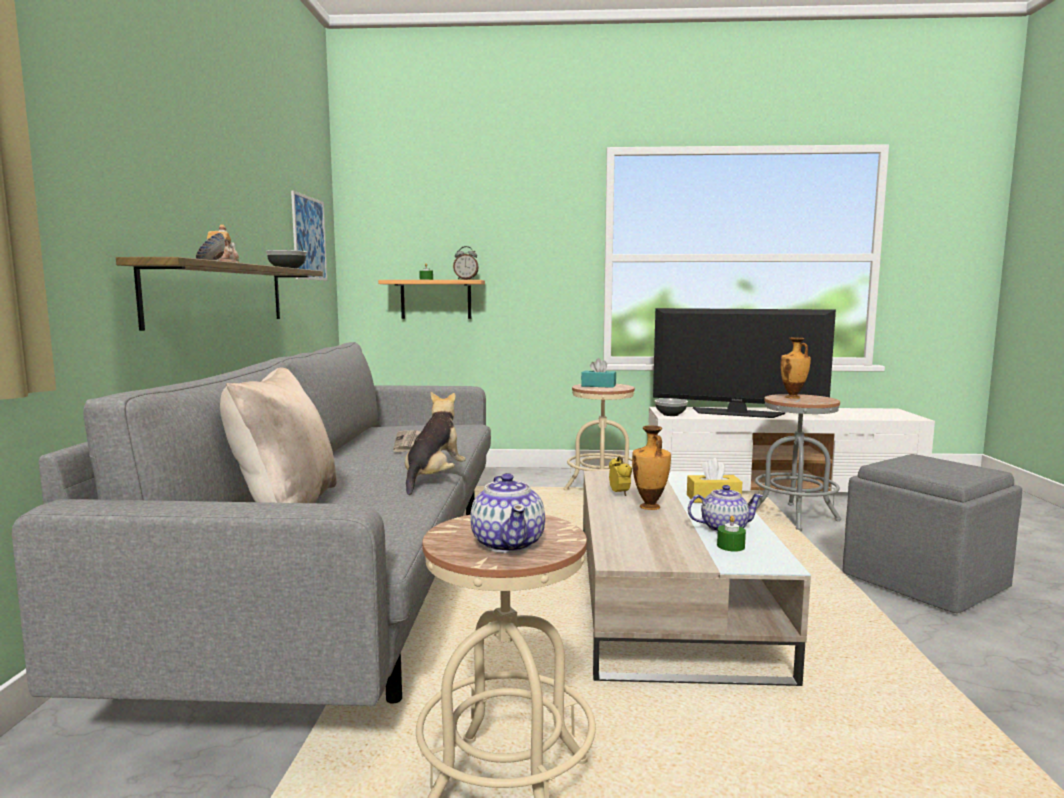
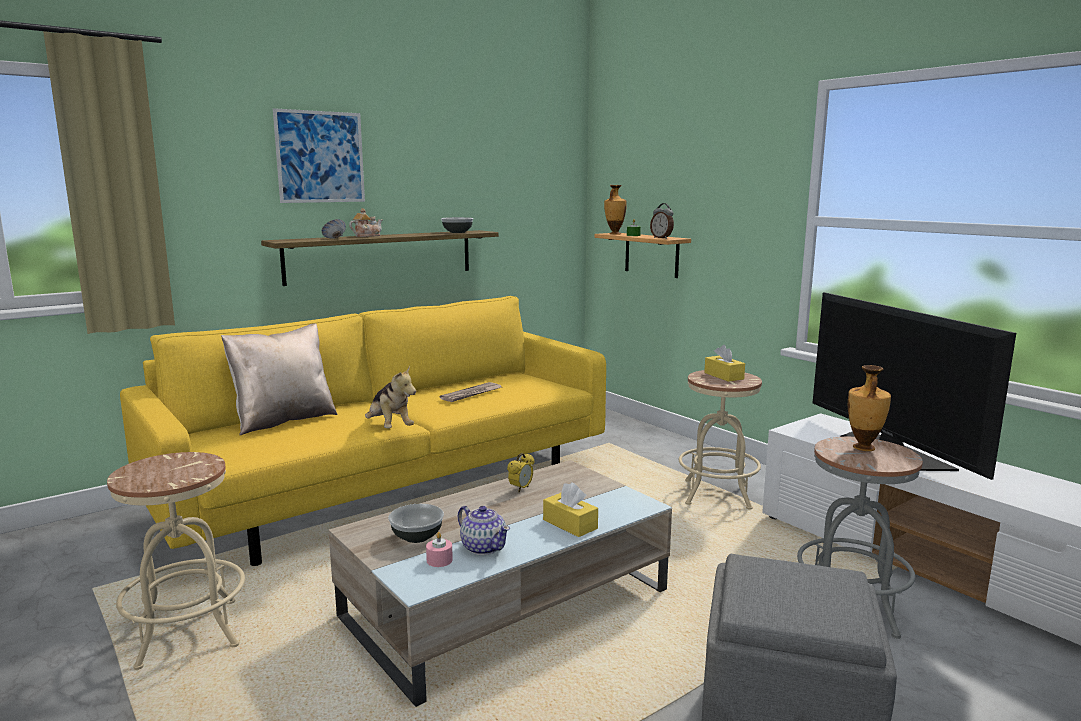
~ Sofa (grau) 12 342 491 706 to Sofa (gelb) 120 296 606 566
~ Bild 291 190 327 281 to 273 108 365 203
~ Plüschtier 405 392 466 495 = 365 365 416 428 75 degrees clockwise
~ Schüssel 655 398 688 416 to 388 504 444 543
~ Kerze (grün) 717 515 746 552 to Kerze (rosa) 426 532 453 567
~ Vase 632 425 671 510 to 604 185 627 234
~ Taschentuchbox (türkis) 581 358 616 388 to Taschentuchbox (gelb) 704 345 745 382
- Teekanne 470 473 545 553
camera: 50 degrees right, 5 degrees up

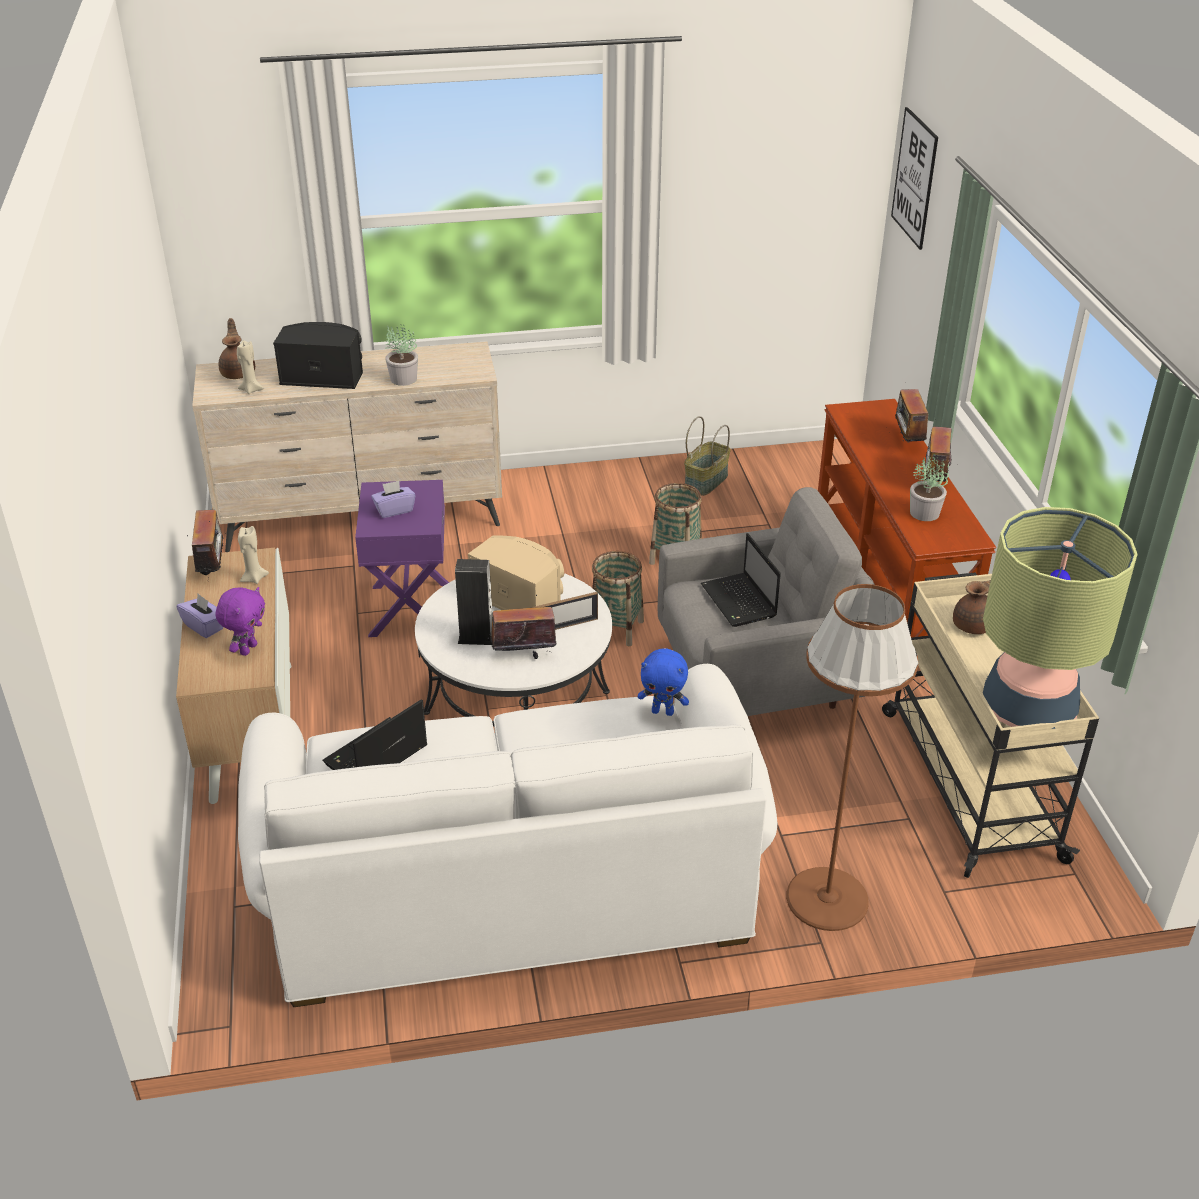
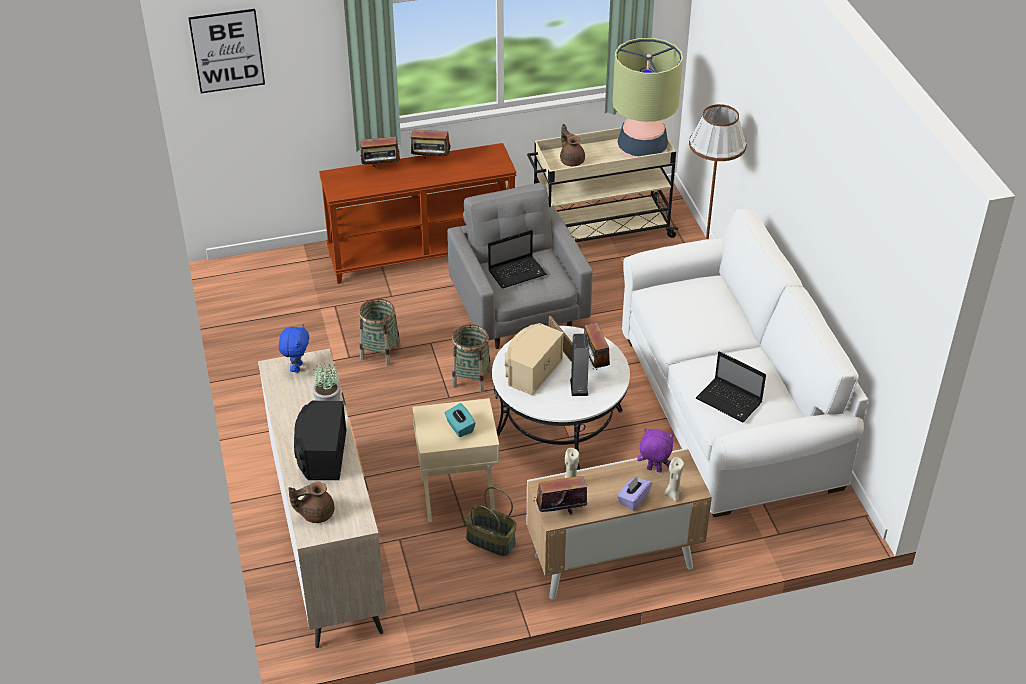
~ Plüschtier (blau) 637 648 689 716 to 279 325 309 373
~ Beistelltisch (lila) 355 480 449 637 to Beistelltisch (beige) 413 398 500 522
~ Taschentuchbox (lila) 371 481 416 518 to Taschentuchbox (türkis) 444 403 475 437
~ Korb 684 416 731 496 to 465 487 517 556
~ Kerze (beige) 237 340 264 394 to 664 457 684 501
- Topfpflanze 910 454 949 521
camera: 95 degrees left, 5 degrees up

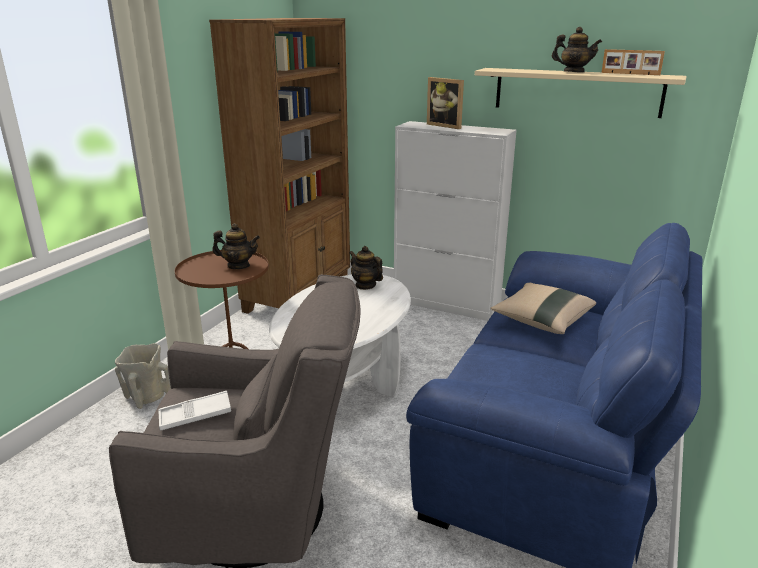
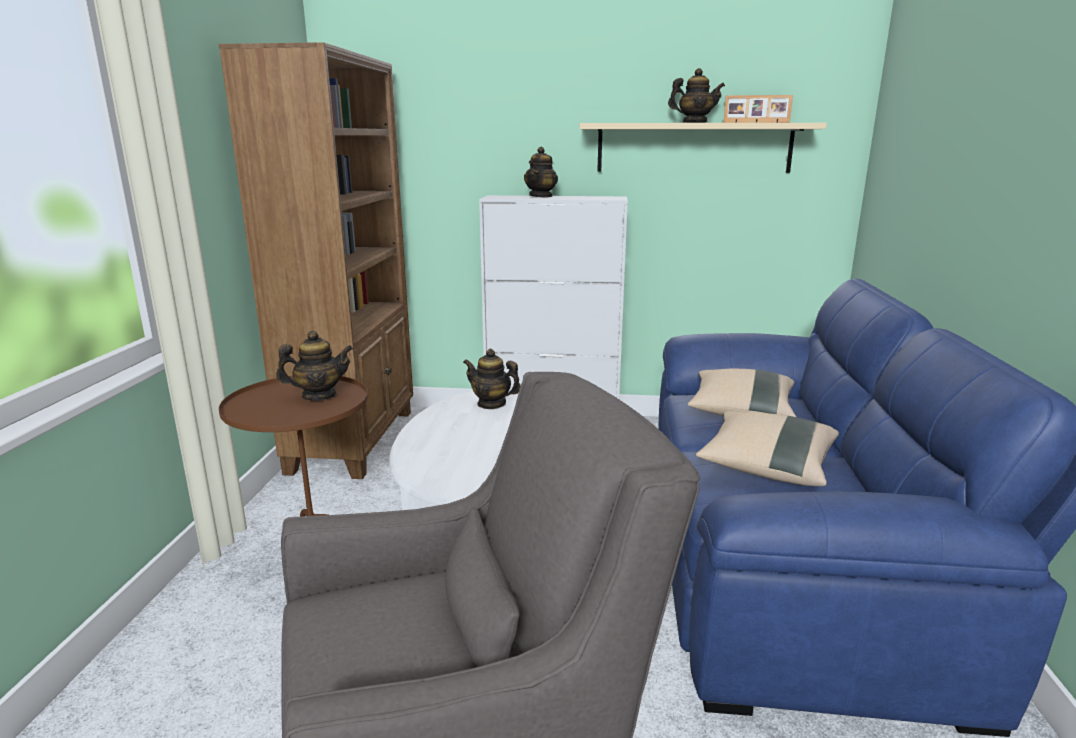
~ Bilderrahmen 427 77 464 129 to Teekanne 524 147 558 198
+ Kissen (beige) 696 411 839 486
- Vase (beige) 115 343 171 409
- Tablett (weiß) 158 391 231 431
camera: 20 degrees left, 5 degrees down

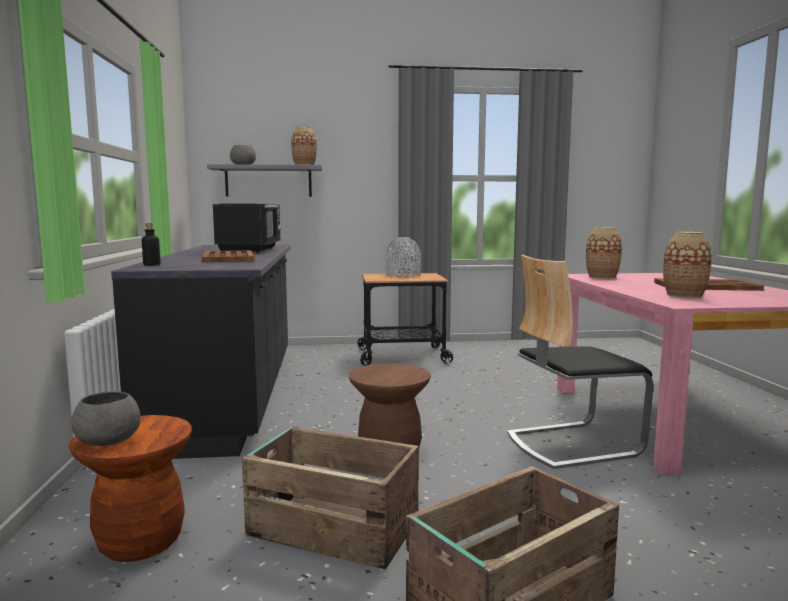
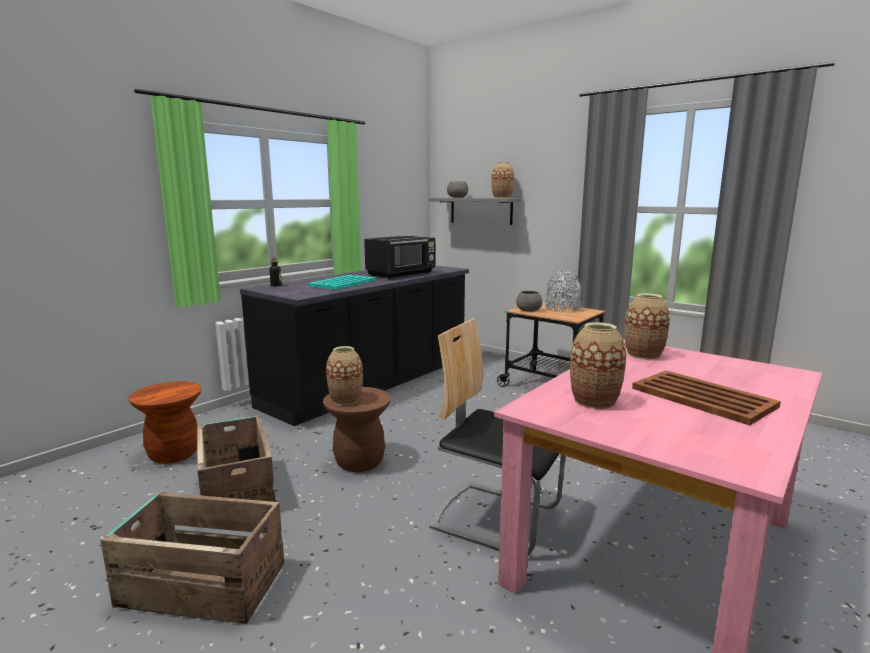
~ Tablett (braun) 202 250 254 262 to Tablett (türkis) 308 275 375 290
+ Vase 326 346 363 405
~ Schüssel (grau) 71 391 141 446 to 516 291 542 312
camera: 45 degrees right, 5 degrees up

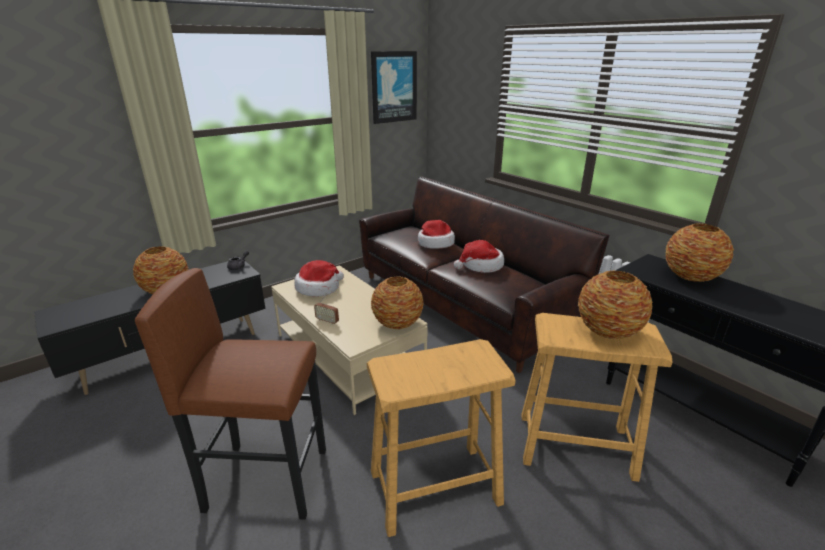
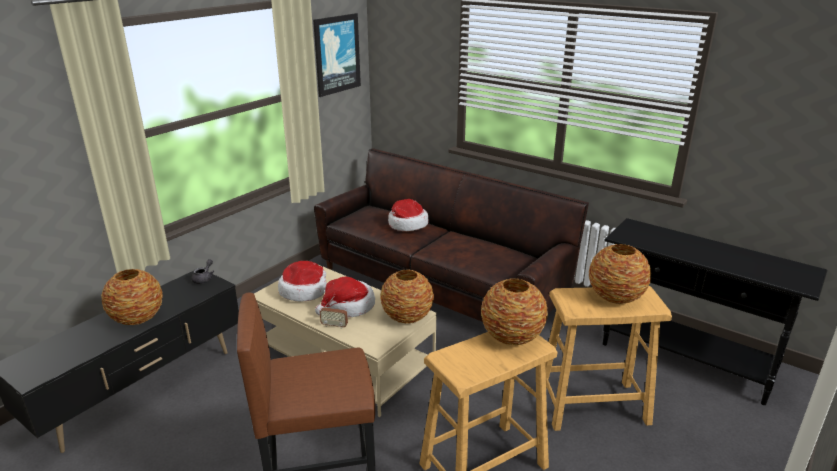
~ Hut 454 240 504 273 to 315 277 375 317
~ Vase 665 223 734 282 to 481 278 548 345
camera: 15 degrees left, 0 degrees up

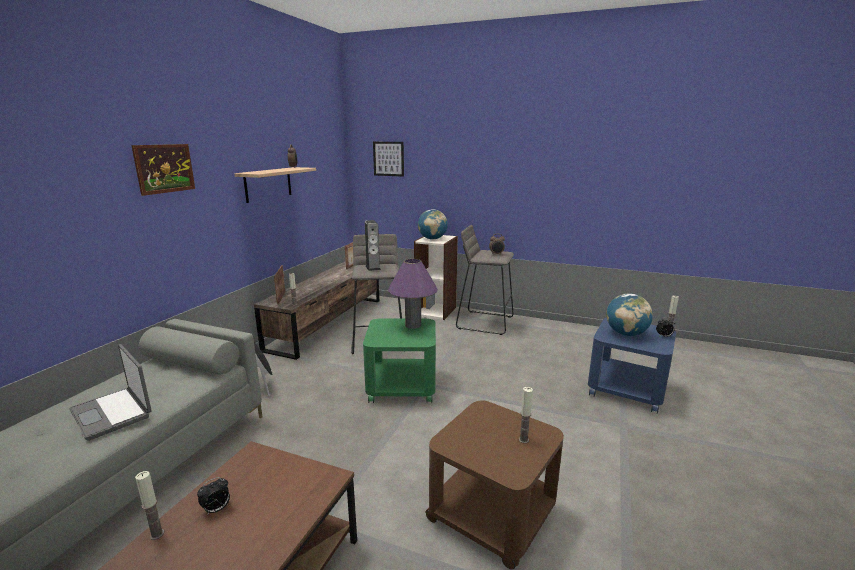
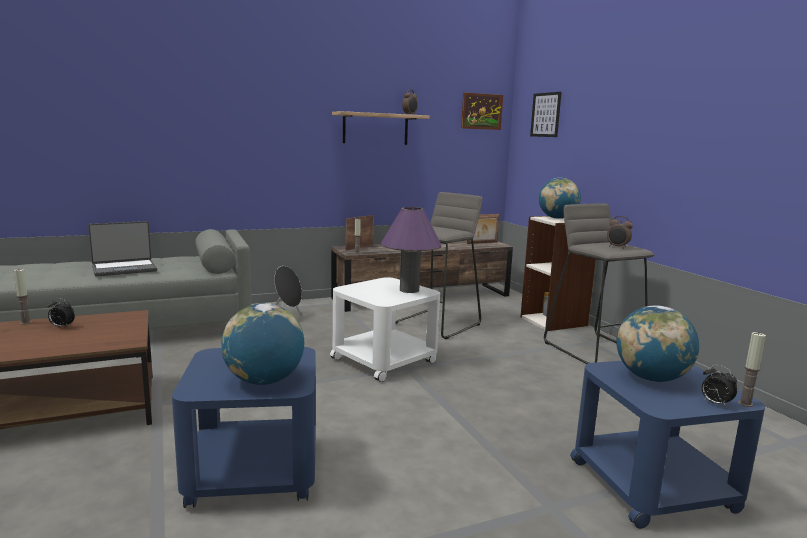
~ Laptop 70 344 152 441 = 88 221 157 277 120 degrees counterclockwise
~ Beistelltisch (braun) 425 401 564 569 to Beistelltisch (blau) 172 347 316 508
~ Kerze 519 387 533 443 to Globus 221 303 304 385
~ Beistelltisch (grün) 363 318 436 403 to Beistelltisch (weiß) 330 277 440 382
~ Bild 131 144 195 196 to 461 92 503 130
- Lautsprecher 365 220 381 271
camera: 45 degrees right, 5 degrees down

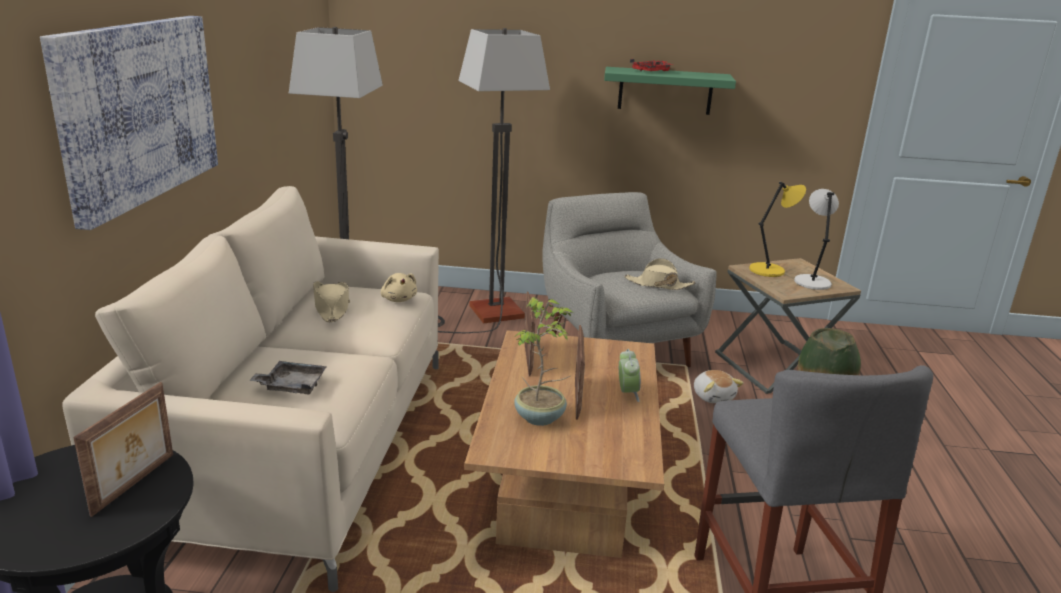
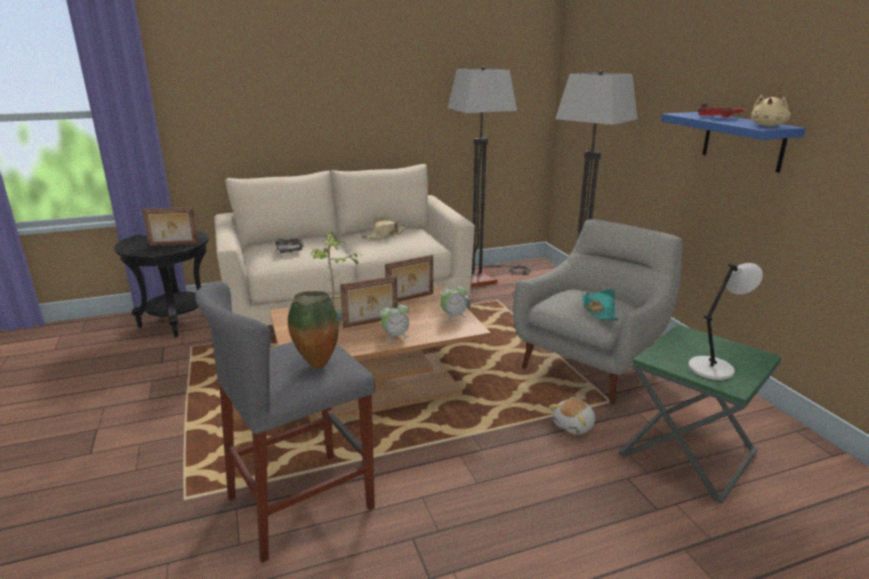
+ Wecker 440 283 467 321
~ Hut (beige) 624 258 695 290 to Hut (türkis) 582 289 619 321
~ Beistelltisch (braun) 715 258 861 394 to Beistelltisch (grün) 619 324 782 504
~ Wandregal (grün) 604 67 736 115 to Wandregal (blau) 661 112 806 173
~ Plüschtier (beige) 381 273 417 302 to 751 95 790 126
- Bild 40 16 218 230
- Tischlampe (gelb) 749 182 806 277
camera: 65 degrees right, 0 degrees up

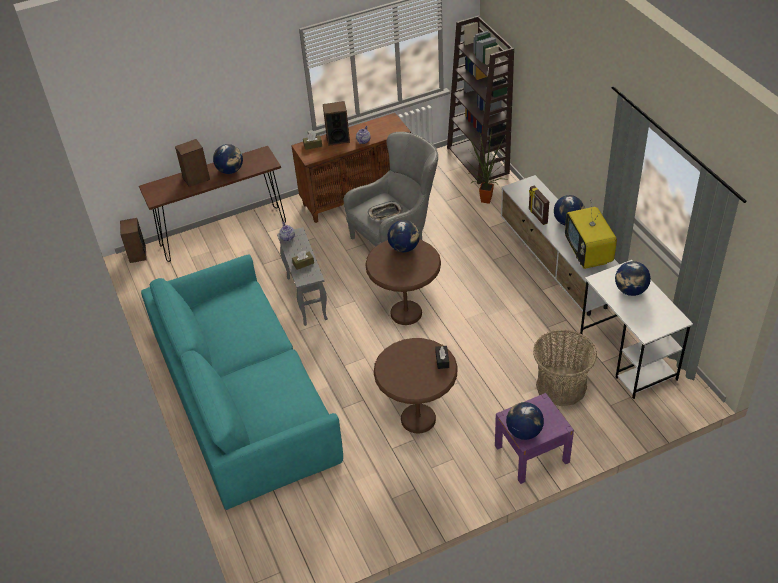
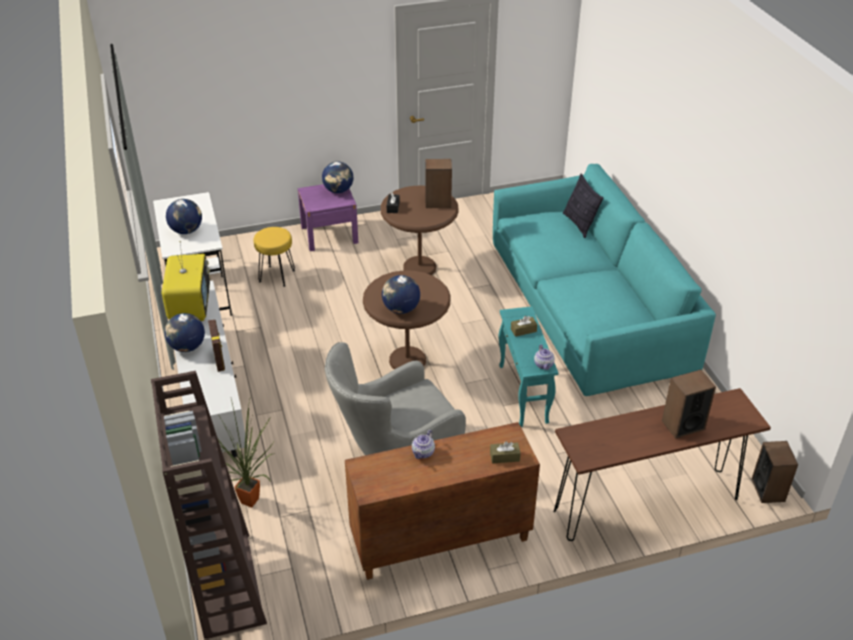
~ Korb 533 330 597 406 to Hocker (gelb) 254 227 295 287
~ Lautsprecher 323 101 350 146 to 425 159 452 208
~ Beistelltisch (grau) 277 227 328 326 to Beistelltisch (türkis) 499 306 558 427
+ Kissen 563 174 604 238
- Globus 213 144 243 174
- Tablett 368 201 403 221
camera: 175 degrees left, 5 degrees down

